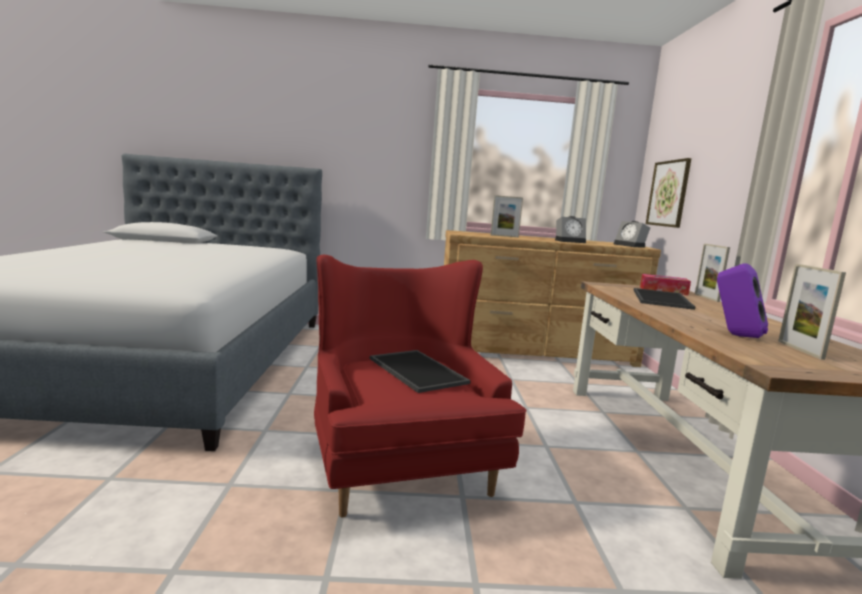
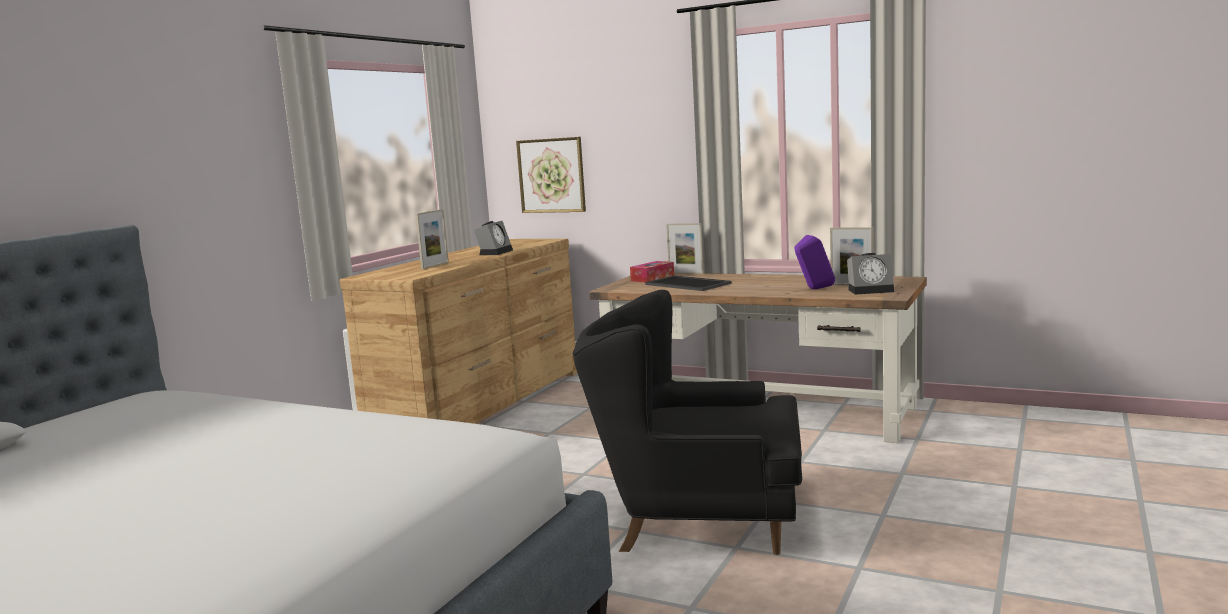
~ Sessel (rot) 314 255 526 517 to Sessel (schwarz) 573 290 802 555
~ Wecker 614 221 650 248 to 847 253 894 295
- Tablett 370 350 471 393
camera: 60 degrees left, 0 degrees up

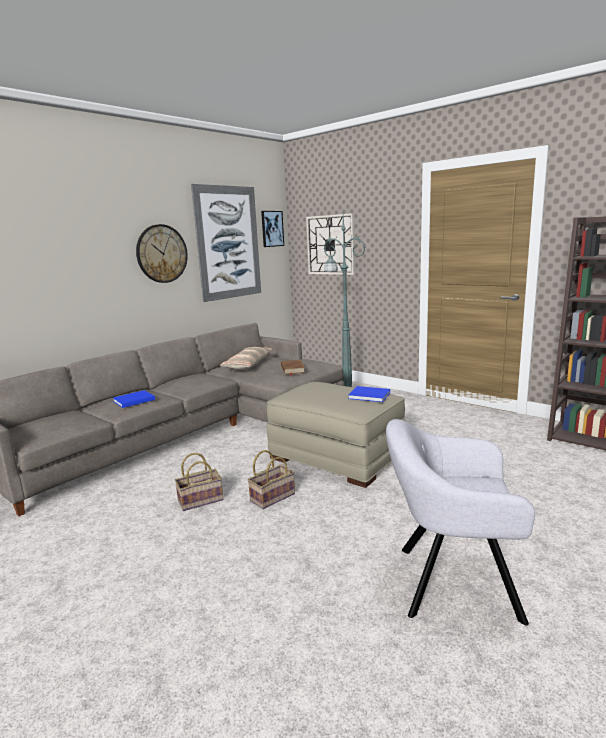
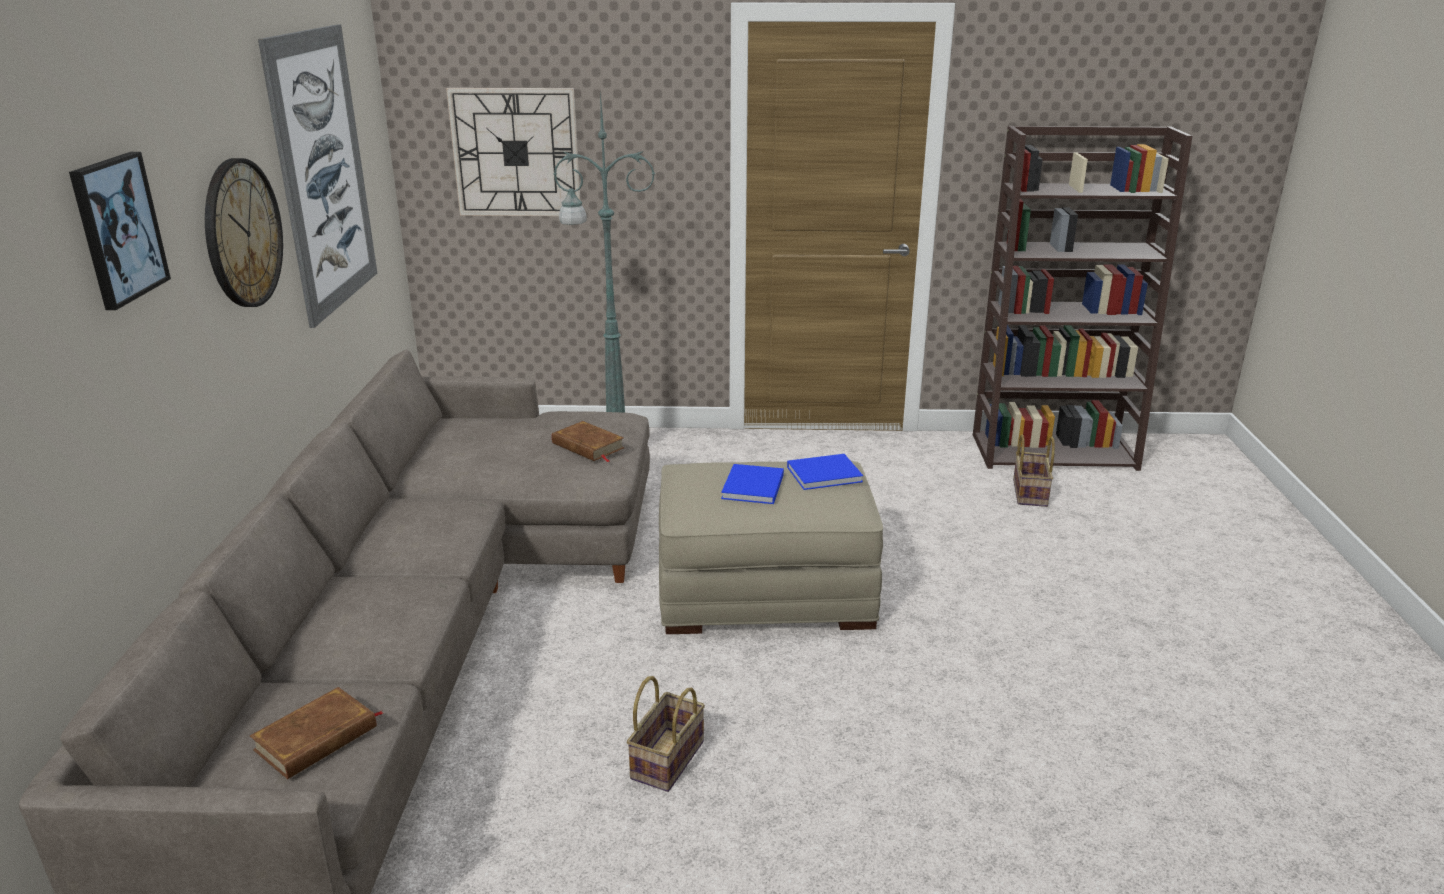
~ Bild 261 211 284 247 to 69 152 171 310
+ Buch (braun) 250 687 383 779
~ Buch (blau) 113 390 155 408 to 721 464 784 504
~ Korb 247 450 295 509 to 1013 434 1055 507
- Kissen 220 347 273 370
- Sessel (grau) 386 419 535 625
camera: 40 degrees left, 10 degrees up

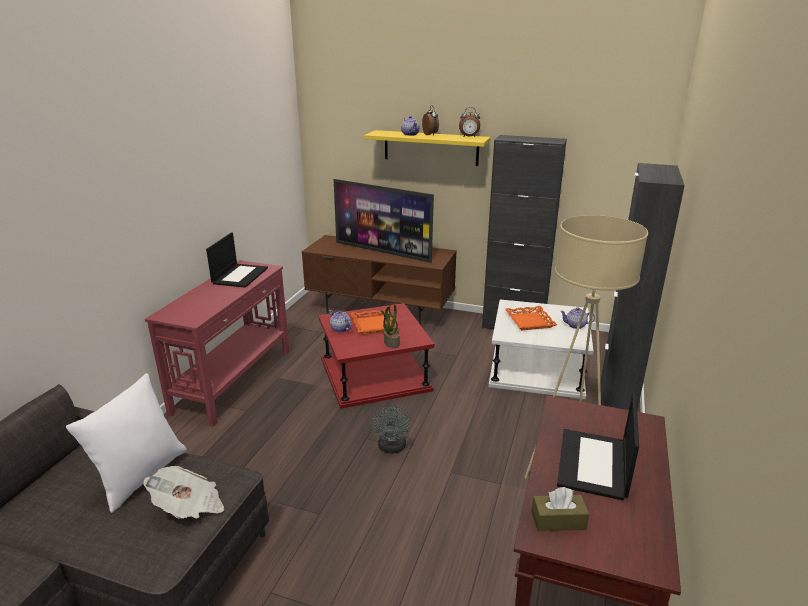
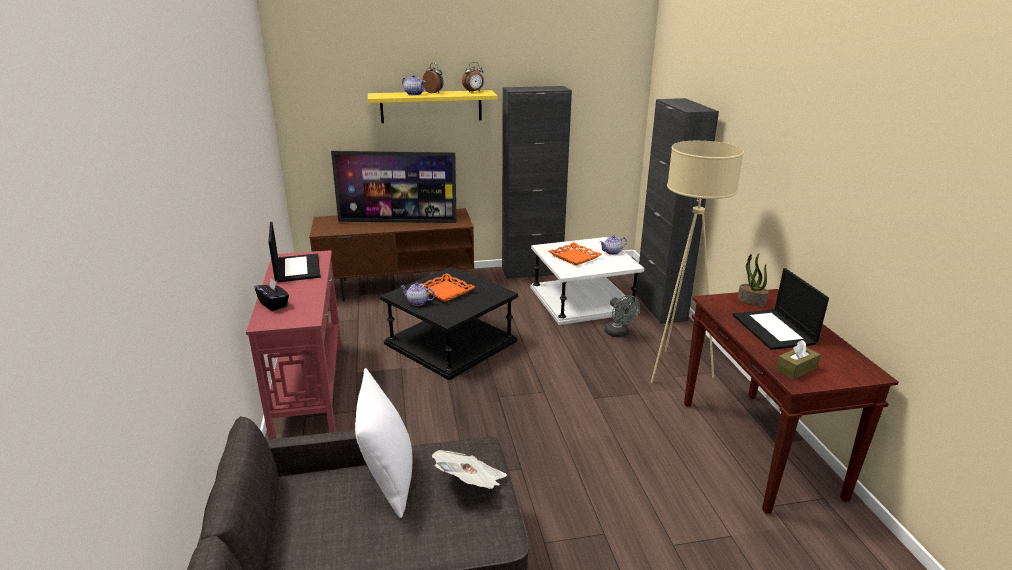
+ Taschentuchbox (schwarz) 254 279 289 311
~ Beistelltisch (rot) 318 303 435 409 to Beistelltisch (schwarz) 380 267 518 380
~ Ventilator (grau) 372 405 410 453 to 605 295 640 337
~ Topfpflanze 380 304 400 348 to 738 253 769 306
camera: 30 degrees left, 0 degrees up

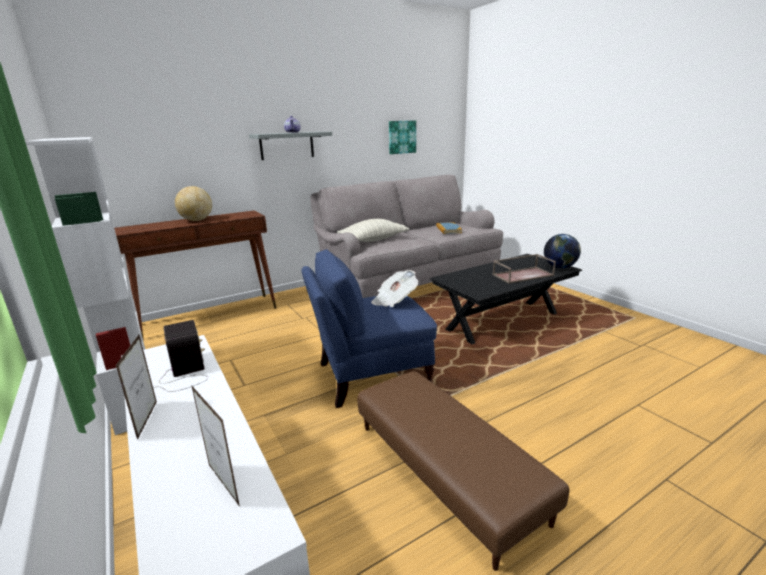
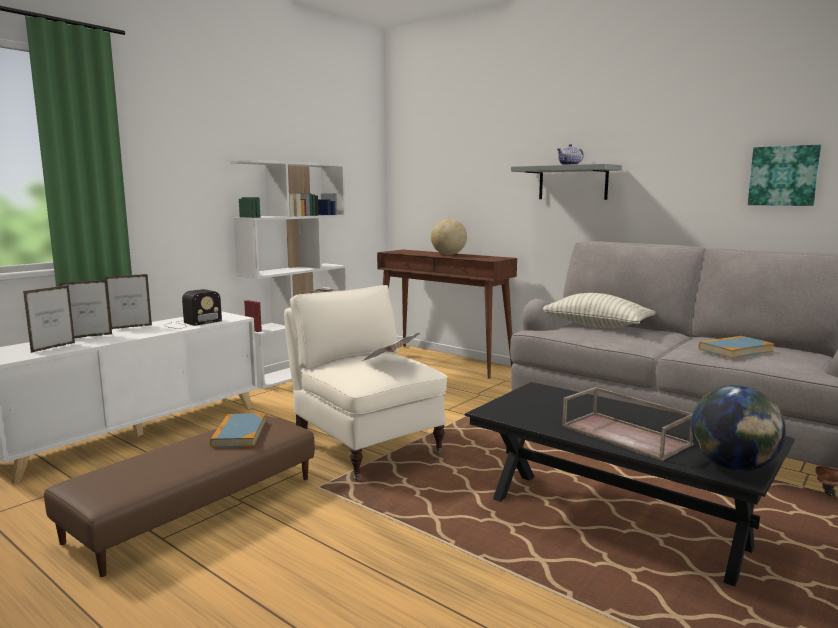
+ Bilderrahmen 59 280 112 338
+ Buch 210 414 266 448
~ Sessel (blau) 301 249 437 408 to Sessel (beige) 284 285 447 480
camera: 70 degrees right, 10 degrees down

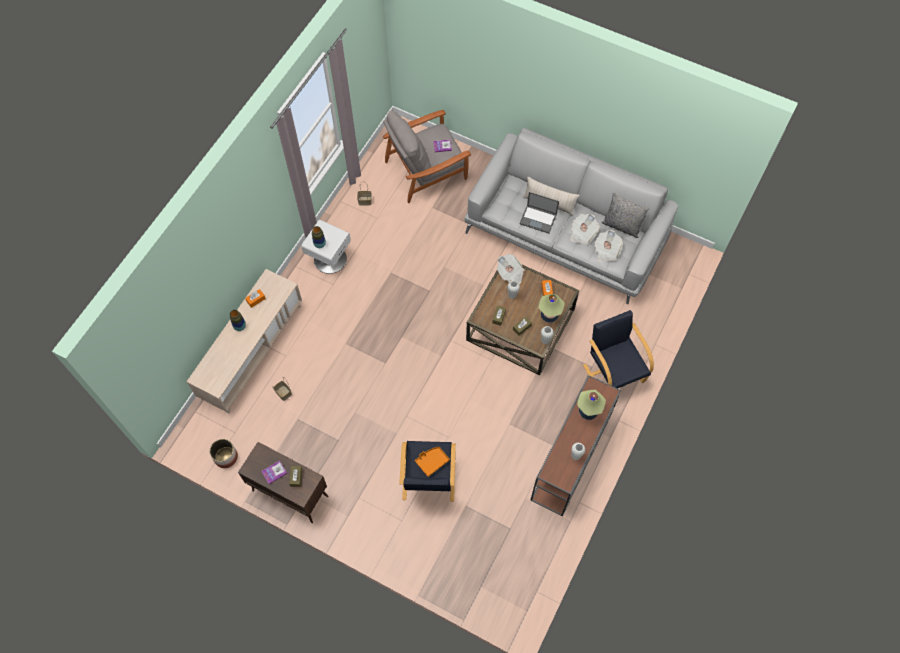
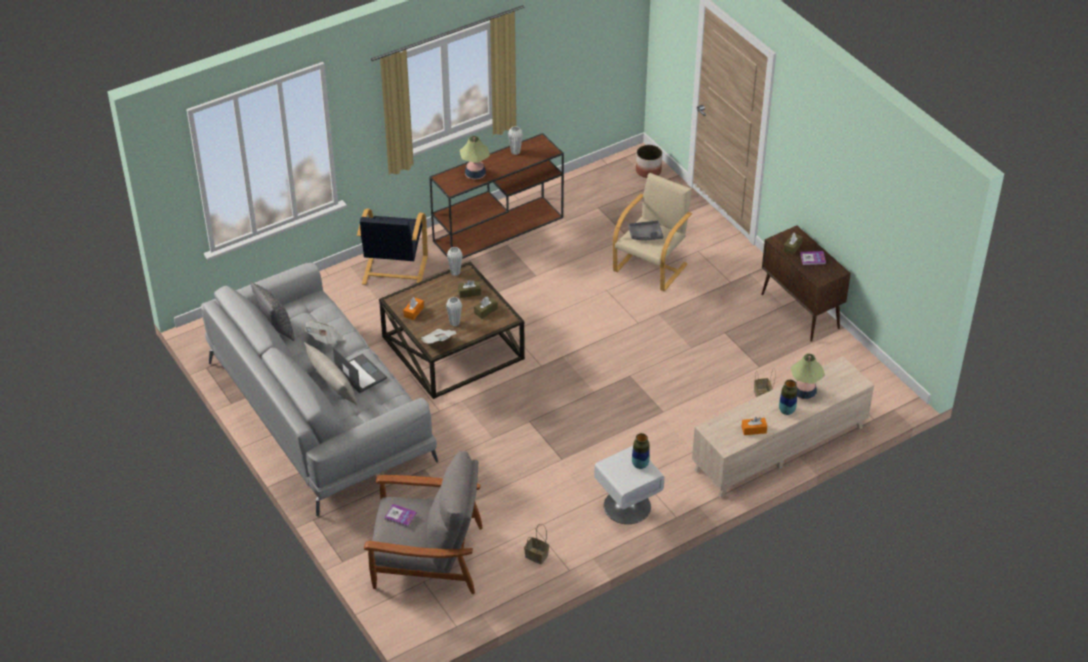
~ Sessel (schwarz) 399 441 456 502 to Sessel (beige) 613 173 692 291
~ Tablett (orange) 415 447 450 477 to Tablett (grau) 628 221 664 240
~ Pflanzkübel 209 439 238 468 to 636 145 662 178
~ Tischlampe 538 294 565 323 to 790 353 825 400
- Zeitung 594 230 623 263
camera: 150 degrees left, 20 degrees down

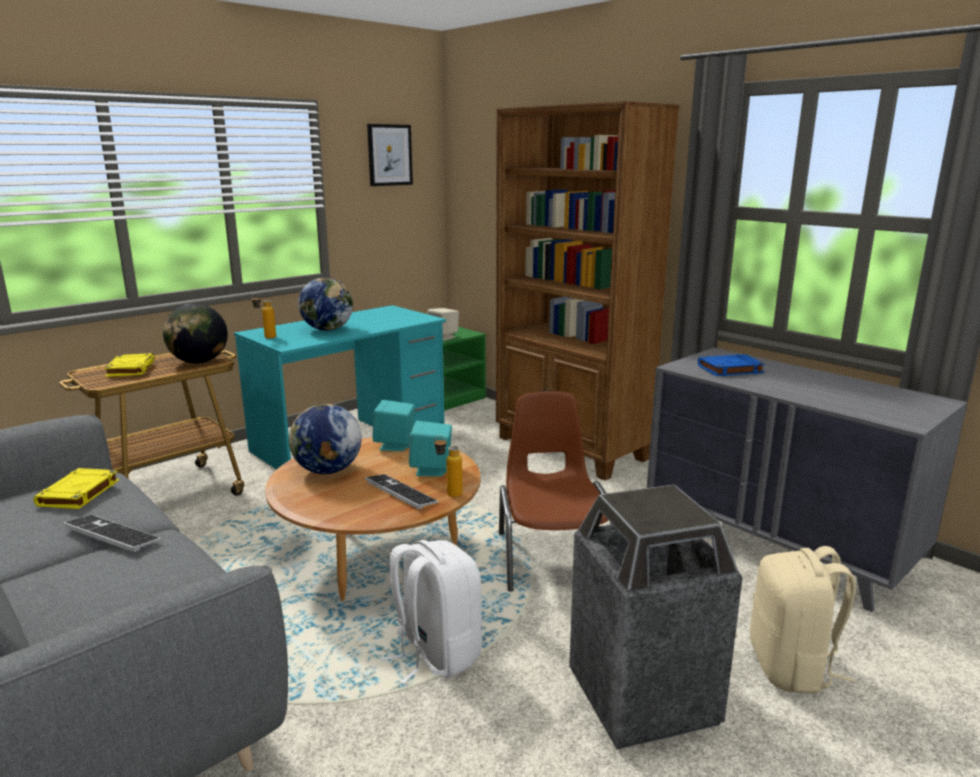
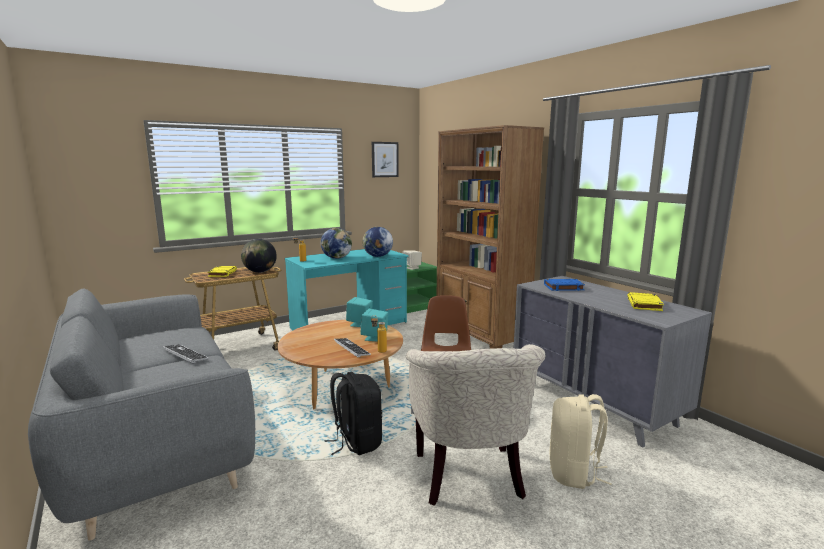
~ Rucksack (weiß) 381 540 483 684 to Rucksack (schwarz) 324 372 382 455
~ Globus 289 404 362 474 to 362 227 393 257
~ Mülleimer 569 484 743 749 to Sessel (beige) 406 344 546 506
~ Buch (gelb) 33 468 119 509 to 627 292 664 311
camera: 10 degrees right, 5 degrees down

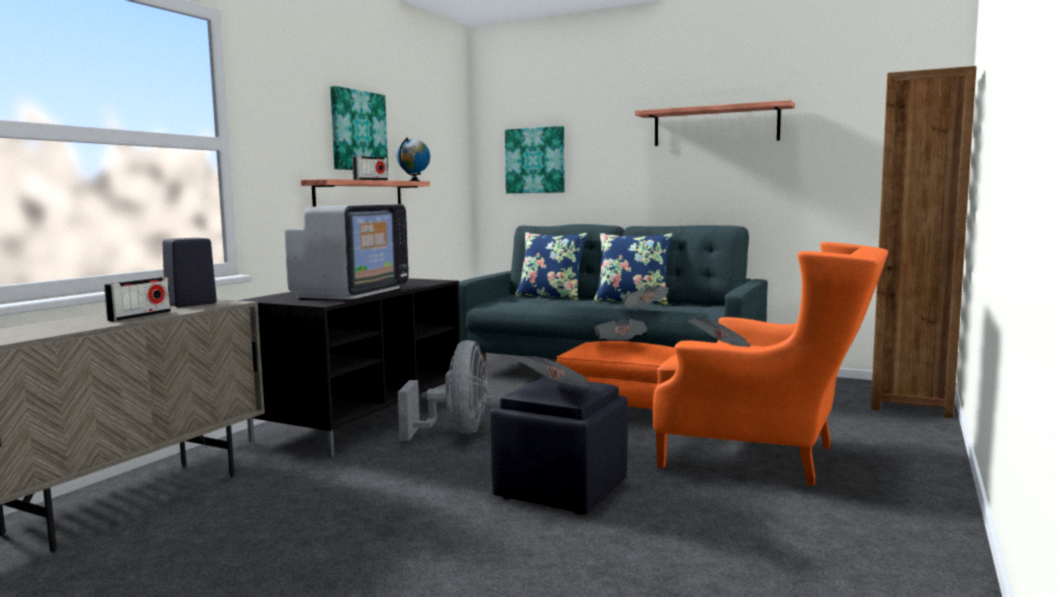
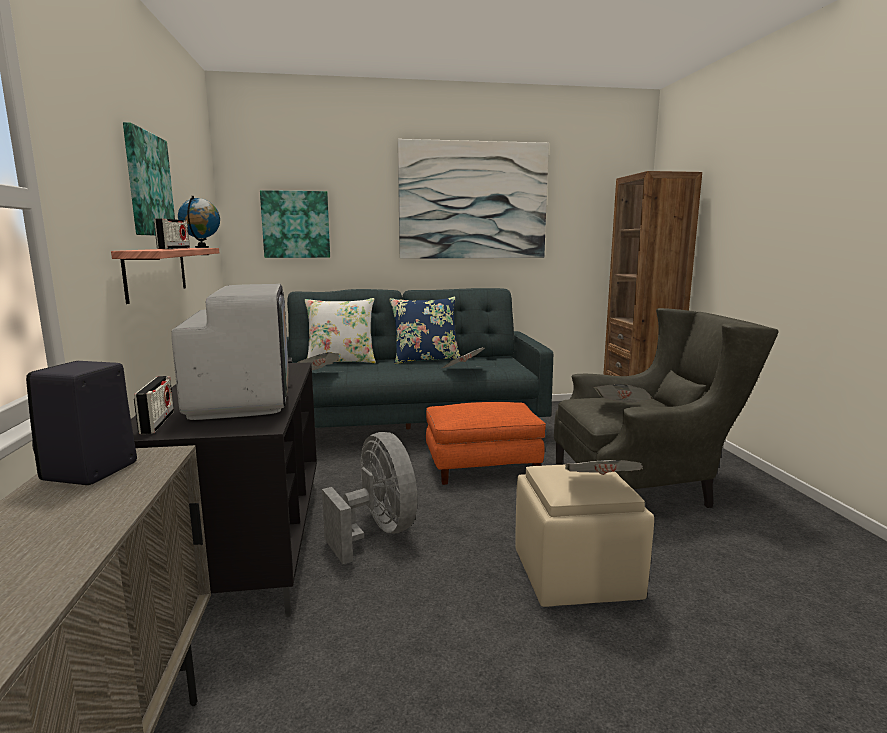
~ Radio 104 277 171 322 to 134 376 174 434
~ Zeitung 594 318 648 340 to 297 352 339 370
~ Kissen (blau) 515 232 588 300 to Kissen (weiß) 305 298 376 364
~ Wandregal 635 100 795 146 to Bild 398 139 549 259
~ Polsterhocker (schwarz) 490 377 628 514 to Polsterhocker (beige) 516 465 654 607
~ Sessel (orange) 653 242 888 486 to Sessel (grau) 554 308 779 508
camera: 35 degrees left, 5 degrees up

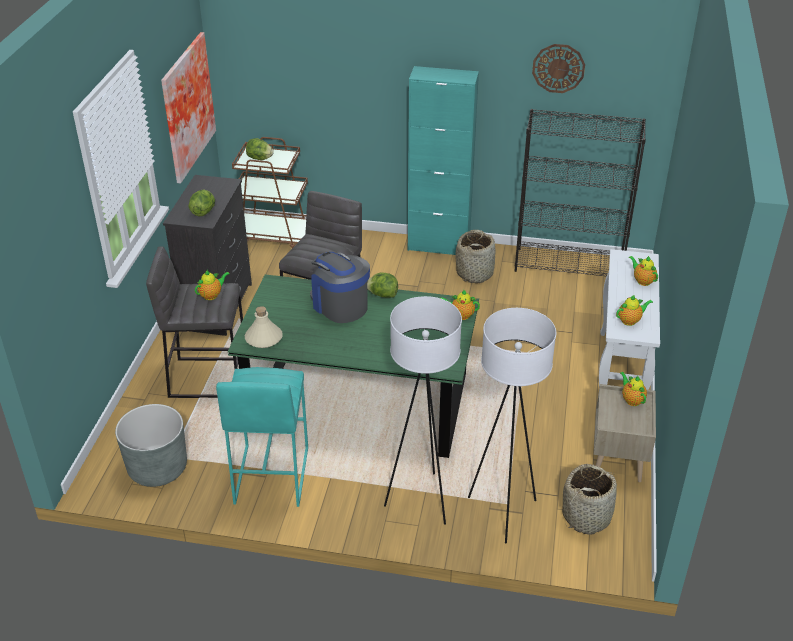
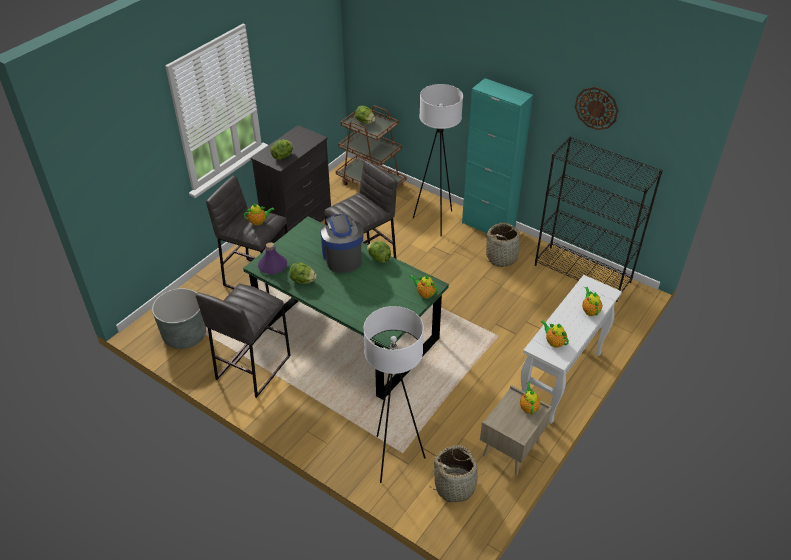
~ Hocker (türkis) 216 367 308 507 to Hocker (grau) 195 283 291 398
~ Flasche (beige) 245 306 283 348 to Flasche (lila) 258 242 287 274
+ Salatkopf 289 263 317 284
~ Stehlampe (weiß) 384 296 462 525 to 413 84 463 237
~ Teekanne 616 295 653 326 = 541 320 569 348 135 degrees counterclockwise
- Bild 161 32 216 184
camera: 25 degrees right, 5 degrees up

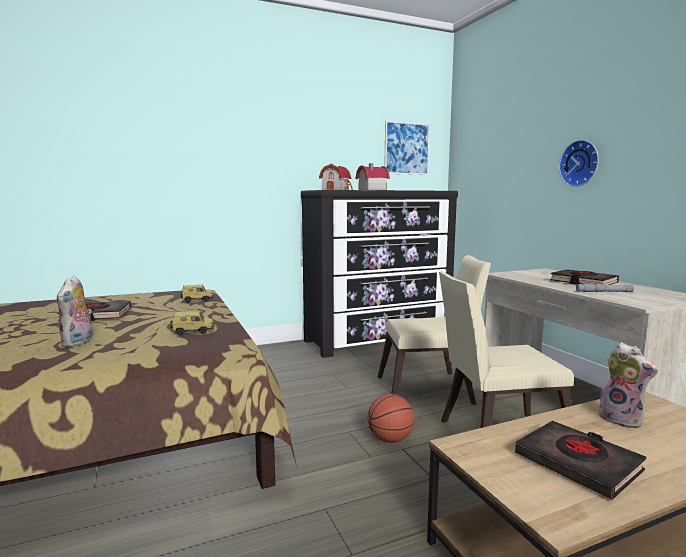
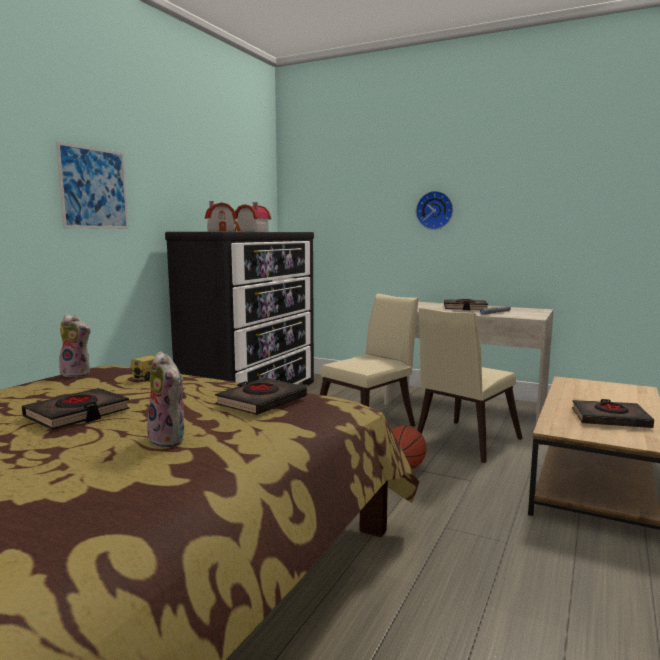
~ Bild 384 120 430 175 to 56 142 129 229
~ Plüschtier 597 342 658 428 to 58 314 91 377
~ Spielzeugauto 170 311 215 336 to Buch (schwarz) 215 378 307 415
camera: 40 degrees left, 0 degrees up

